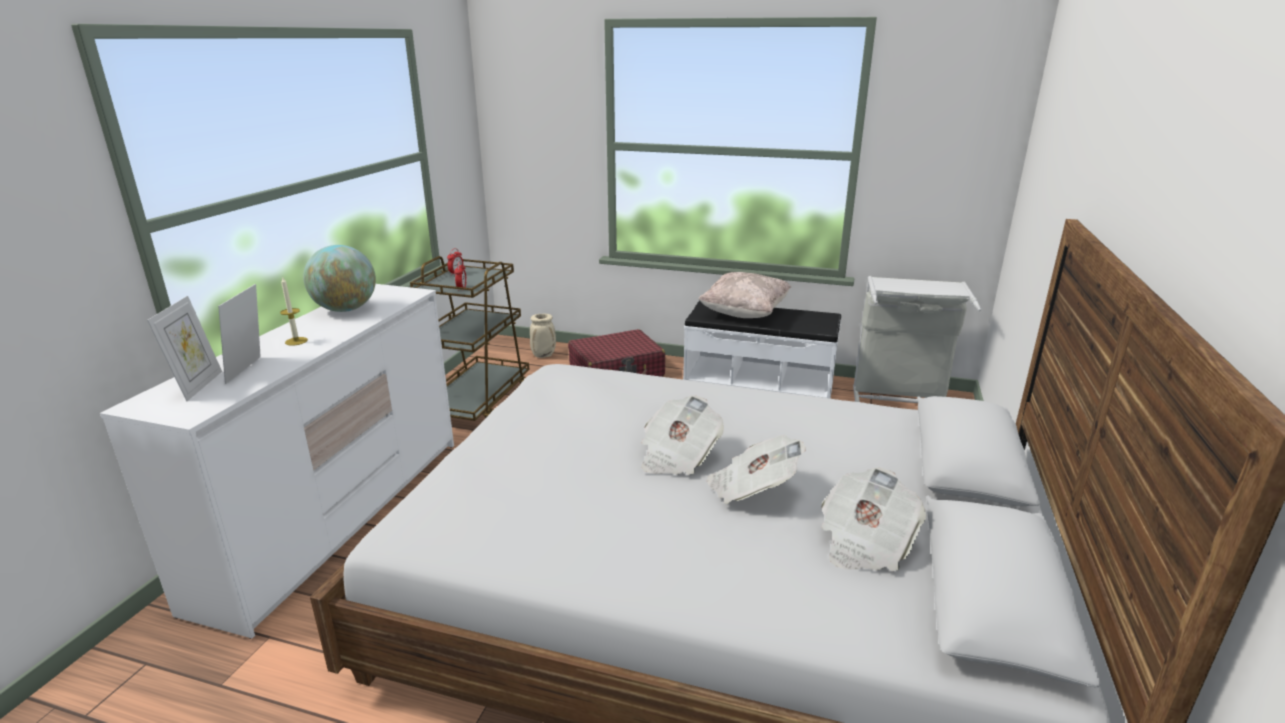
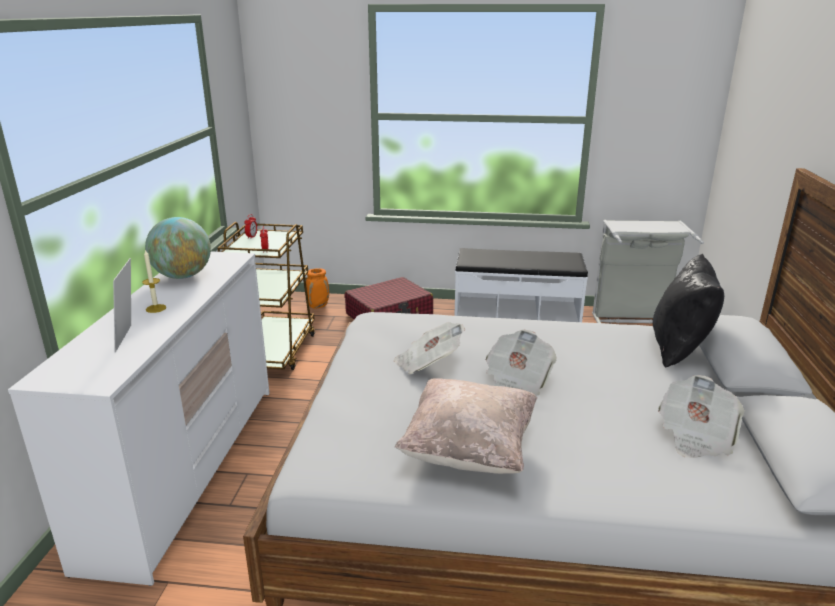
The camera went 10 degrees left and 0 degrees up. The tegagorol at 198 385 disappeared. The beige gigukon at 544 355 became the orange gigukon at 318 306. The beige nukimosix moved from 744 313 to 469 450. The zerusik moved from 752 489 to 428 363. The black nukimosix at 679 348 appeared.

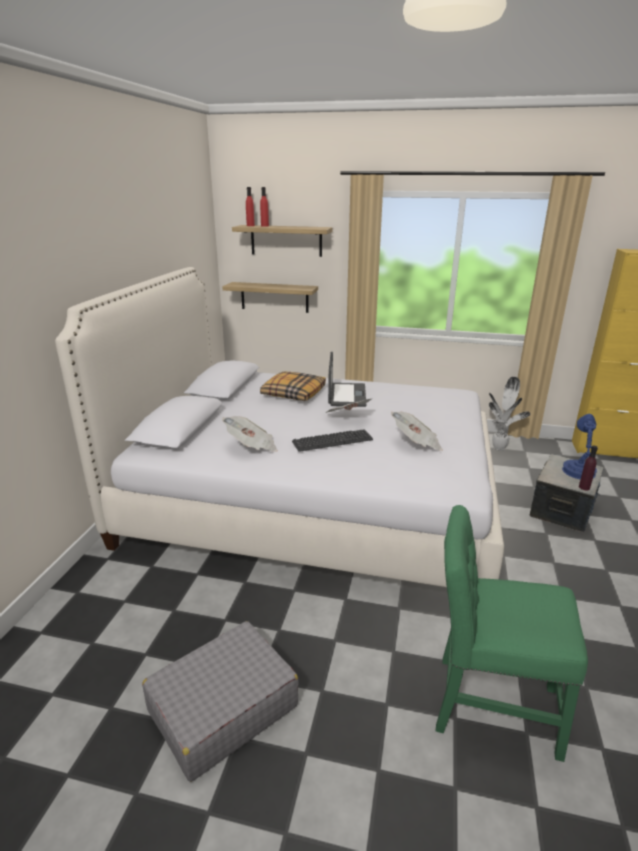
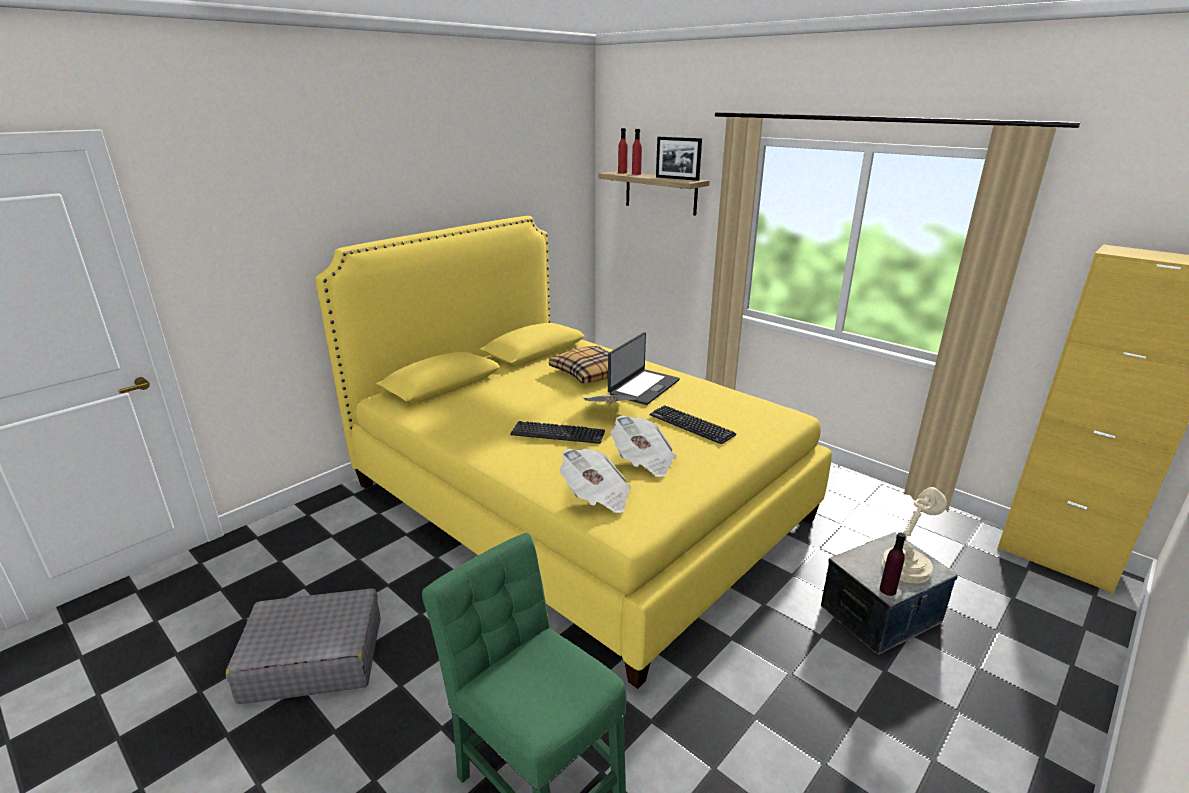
The camera went 30 degrees right and 0 degrees up. The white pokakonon at 312 502 became the yellow pokakonon at 575 501. The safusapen at 274 297 disappeared. The zerusik moved from 252 447 to 596 496. The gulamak at 499 447 disappeared. The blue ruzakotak at 578 470 became the beige ruzakotak at 907 565. The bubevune at 691 425 appeared. The tegagorol at 677 178 appeared.

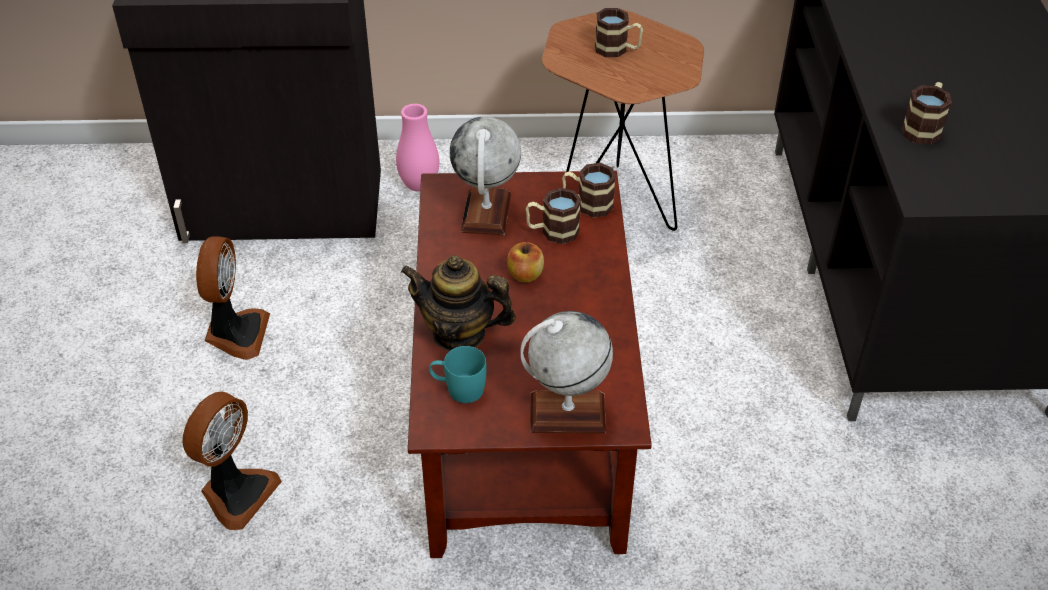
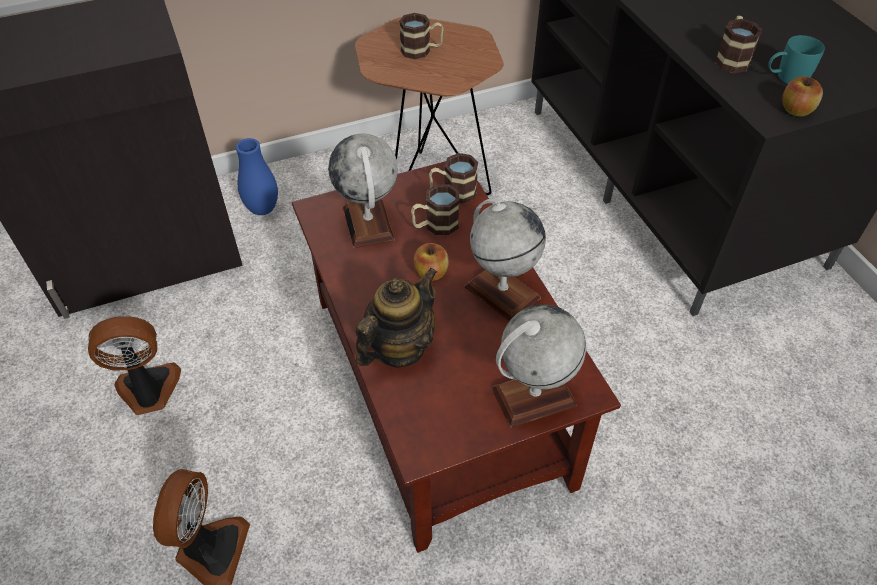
The camera went 20 degrees left and 5 degrees up. The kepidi at 236 333 turned 90 degrees counterclockwise. The pink gigukon at 419 185 became the blue gigukon at 262 209. The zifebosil at 459 334 turned 135 degrees clockwise. The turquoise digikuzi moved from 458 389 to 786 78. The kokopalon at 501 292 appeared. The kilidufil at 796 110 appeared.

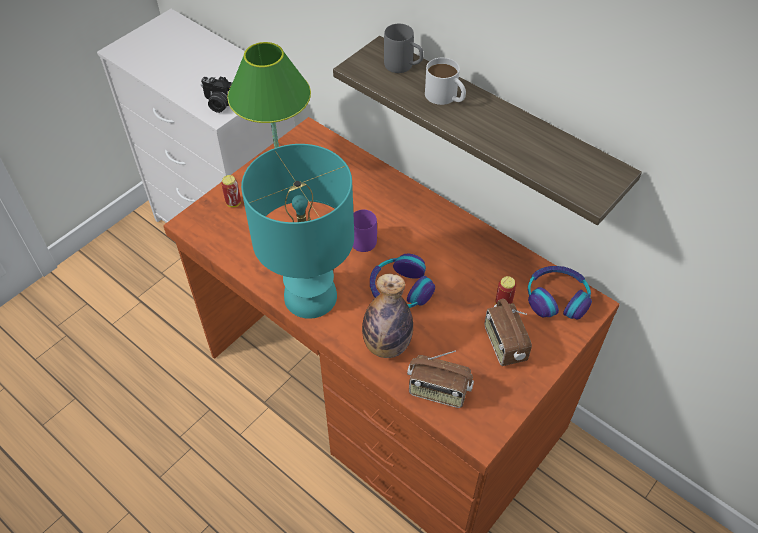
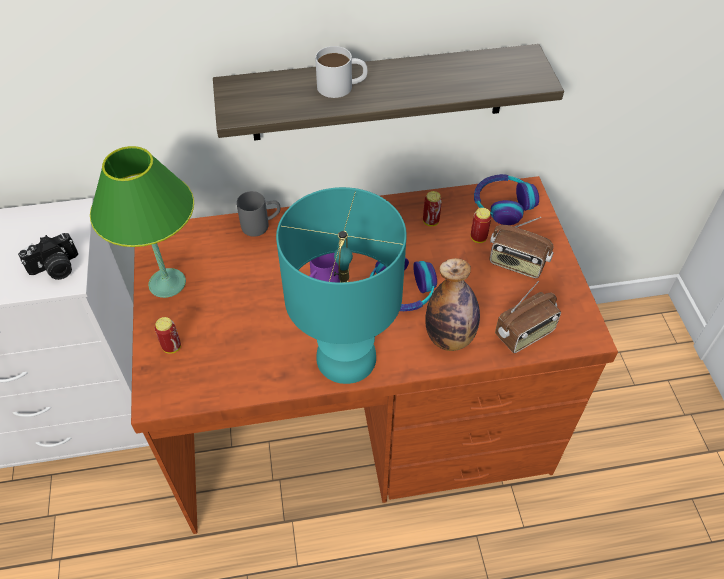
The camera went 50 degrees left and 0 degrees up. The grey digikuzi moved from 404 67 to 261 225. The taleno at 430 221 appeared.

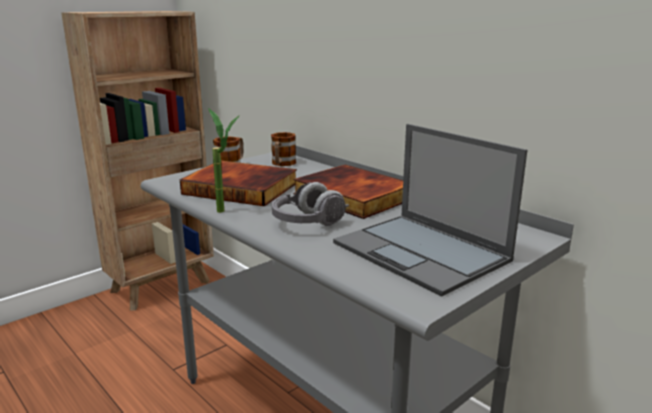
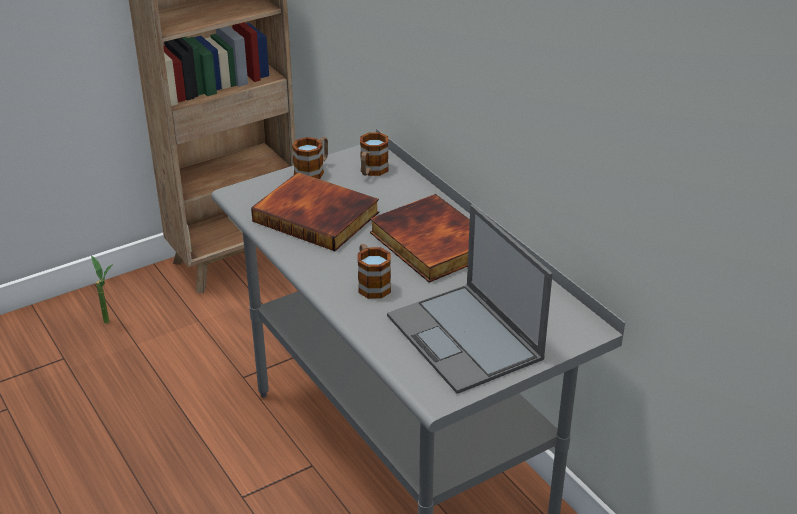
The camera went 10 degrees right and 15 degrees up. The gulamak moved from 227 212 to 111 323. The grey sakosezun at 308 223 was replaced by the digikuzi at 371 284.

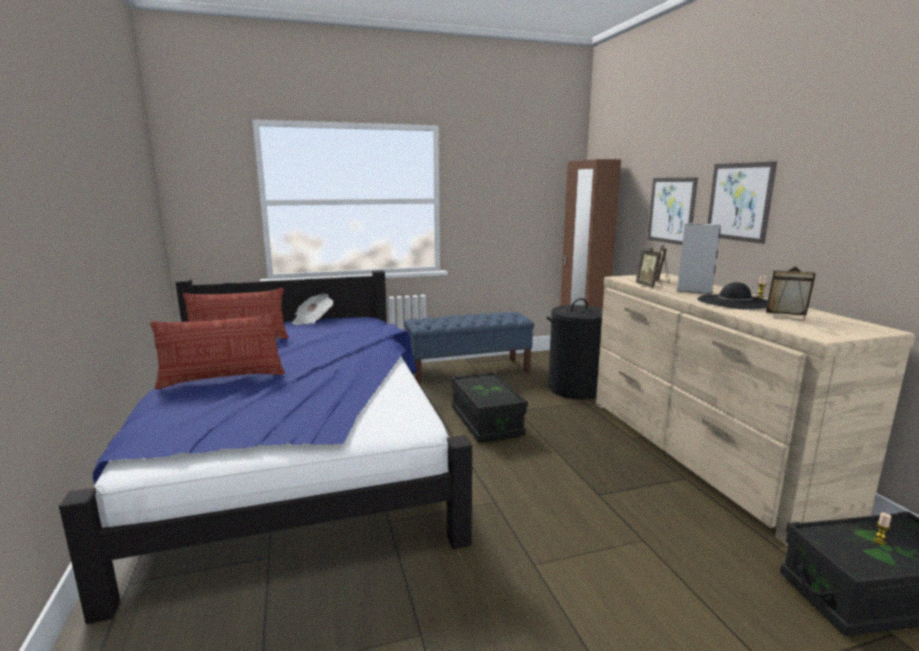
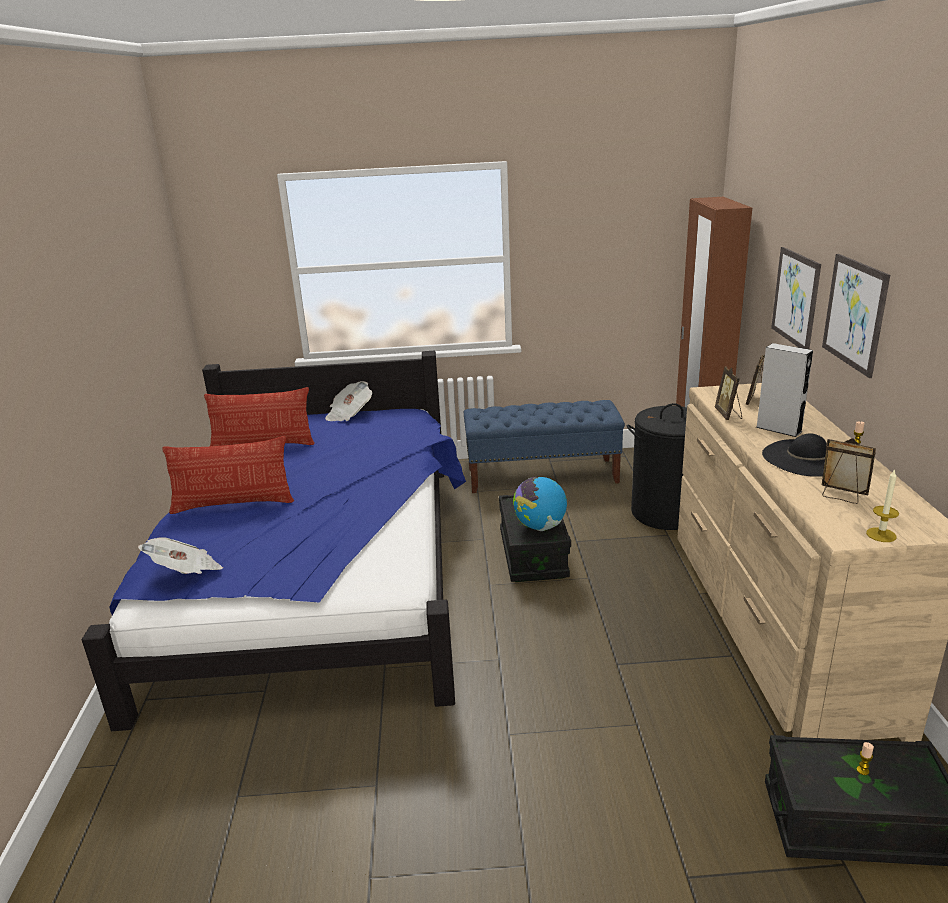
The camera went 15 degrees right and 10 degrees up. The zerusik at 186 572 appeared. The kokopalon at 540 527 appeared. The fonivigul at 881 535 appeared.

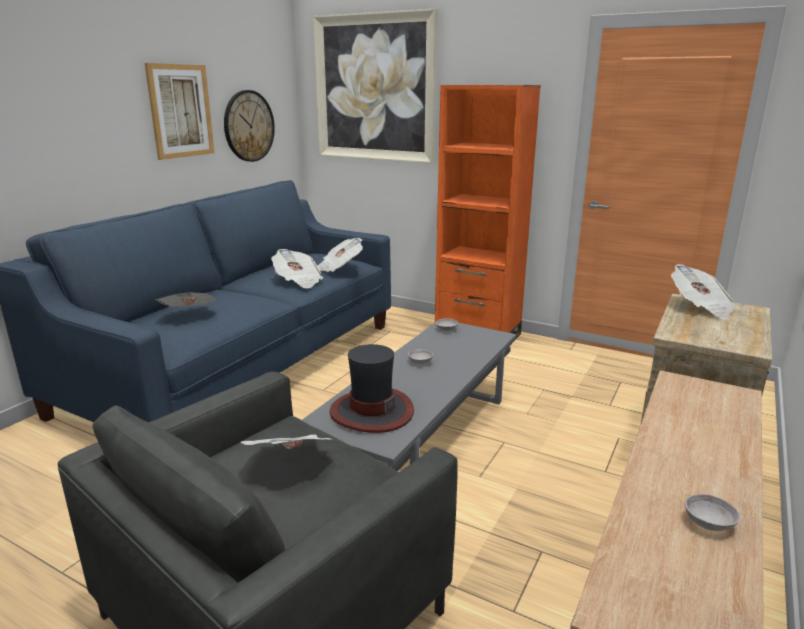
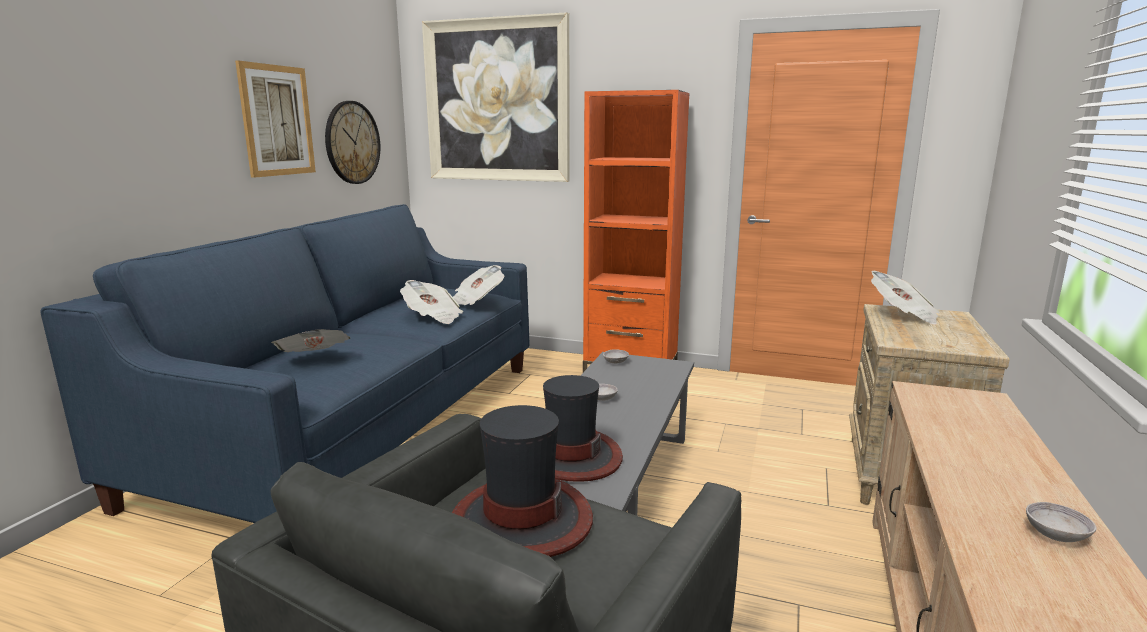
The camera went 10 degrees left and 5 degrees down. The zerusik at 292 461 was replaced by the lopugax at 520 520.

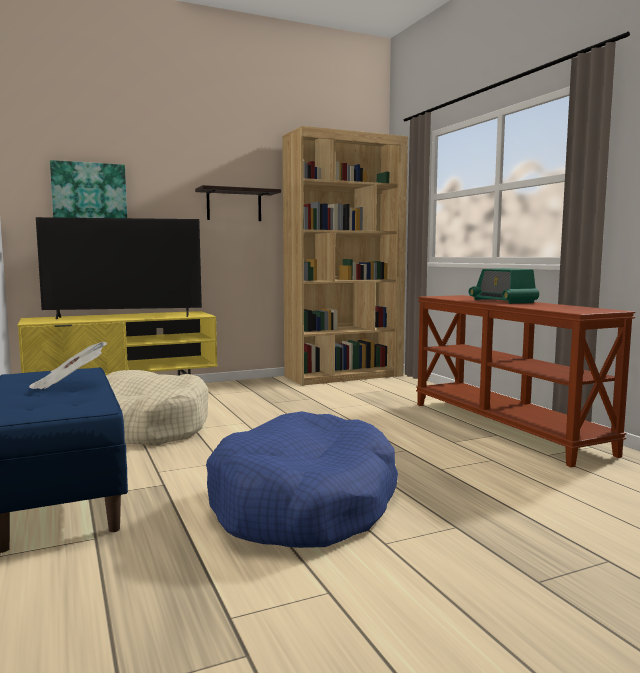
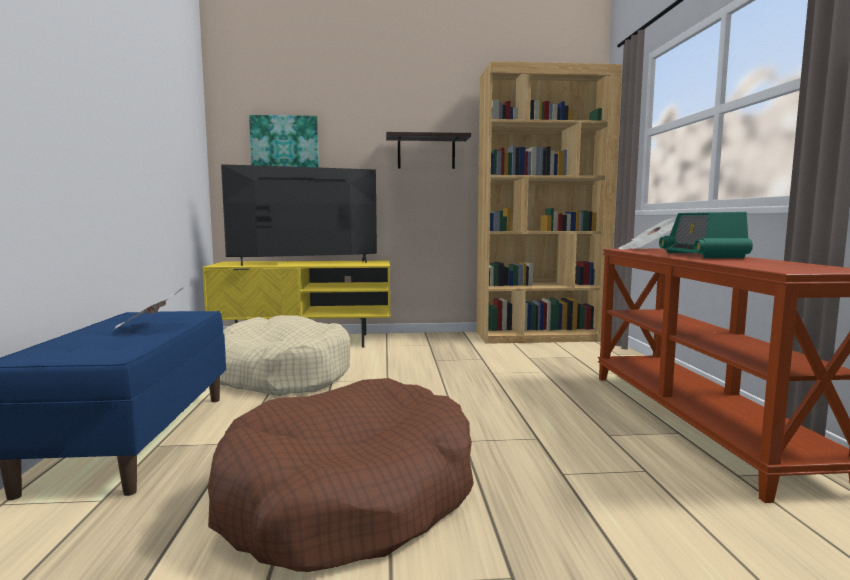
The camera went 20 degrees right and 0 degrees up. The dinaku at 124 317 turned 150 degrees clockwise. The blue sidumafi at 304 504 became the brown sidumafi at 349 497. The zerusik at 650 249 appeared.

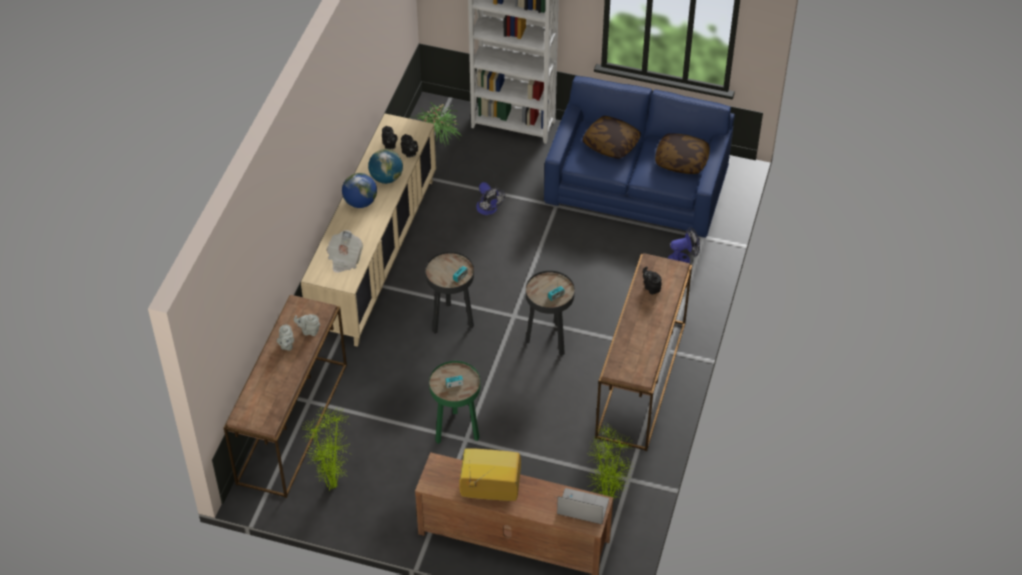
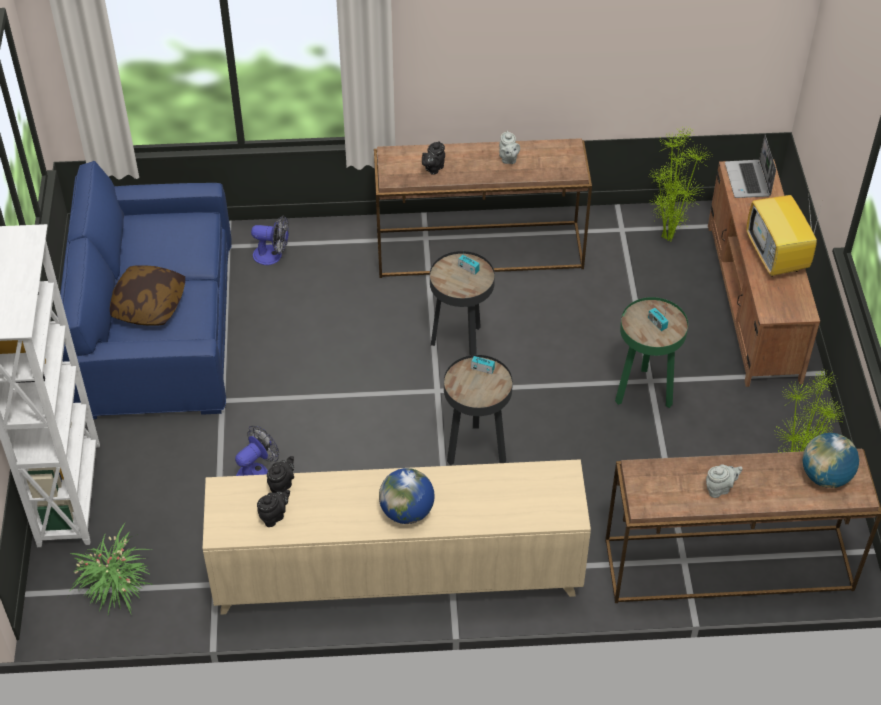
The camera went 110 degrees left and 0 degrees up. The grey zifebosil moved from 309 331 to 508 159. The zerusik at 344 259 disappeared. The kokopalon moved from 386 178 to 825 476. The nukimosix at 681 160 disappeared. The kepidi at 683 259 turned 135 degrees clockwise.

